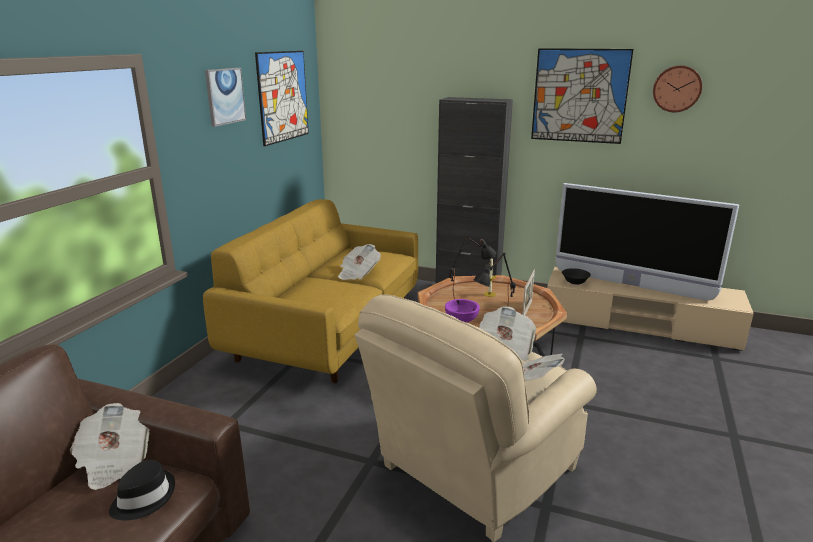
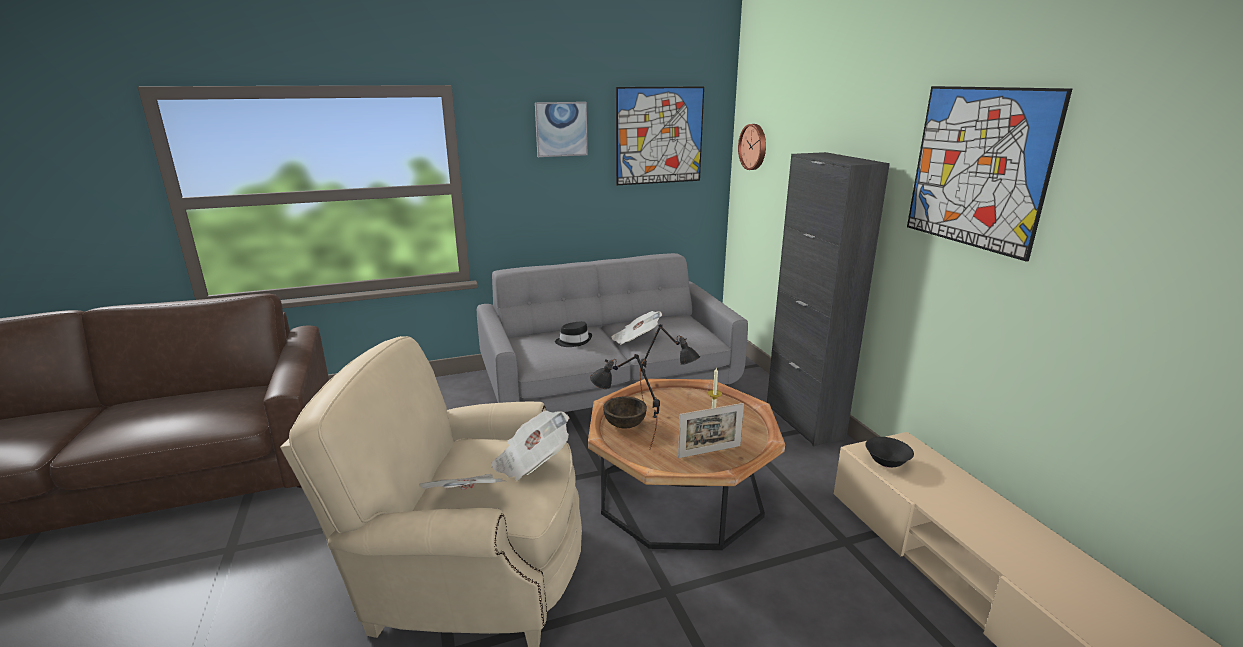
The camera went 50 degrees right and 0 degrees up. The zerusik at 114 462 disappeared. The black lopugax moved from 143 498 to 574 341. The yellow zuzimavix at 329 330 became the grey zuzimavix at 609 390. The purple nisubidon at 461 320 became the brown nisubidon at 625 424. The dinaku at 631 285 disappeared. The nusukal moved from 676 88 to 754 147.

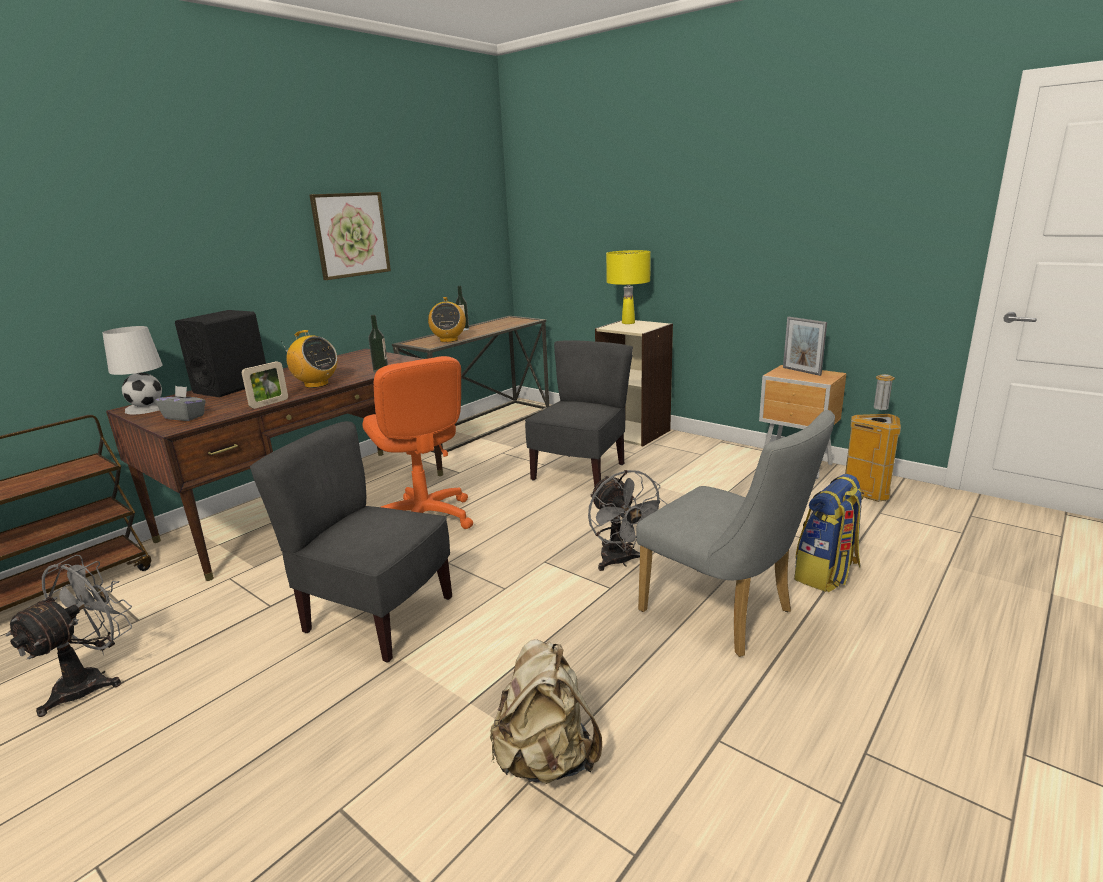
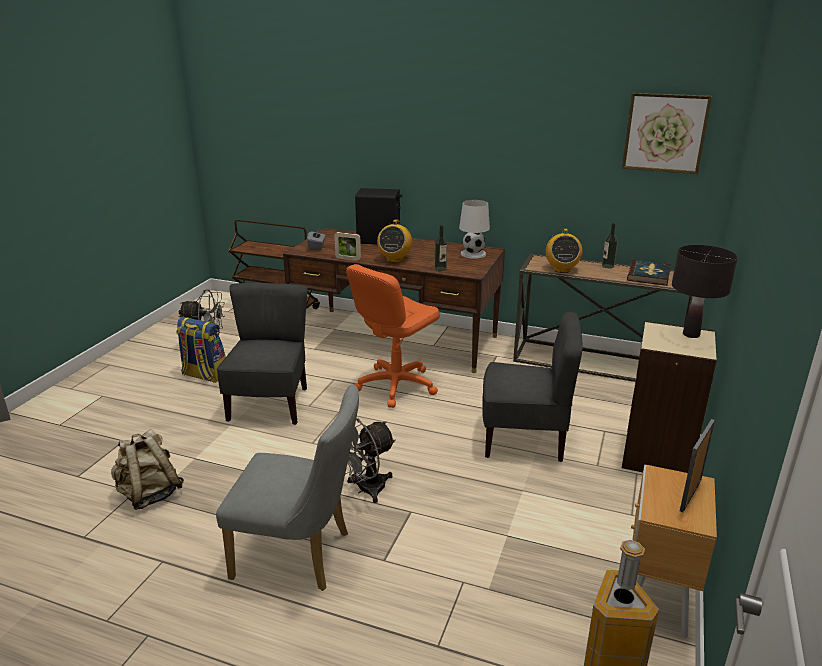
The camera went 70 degrees right and 5 degrees up. The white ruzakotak moved from 147 408 to 473 254. The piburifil moved from 351 235 to 665 133. The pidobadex at 448 340 turned 60 degrees counterclockwise. The yellow ruzakotak at 628 323 became the black ruzakotak at 691 334. The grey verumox at 725 615 turned 105 degrees counterclockwise. The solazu moved from 826 574 to 204 375. The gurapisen at 649 275 appeared.

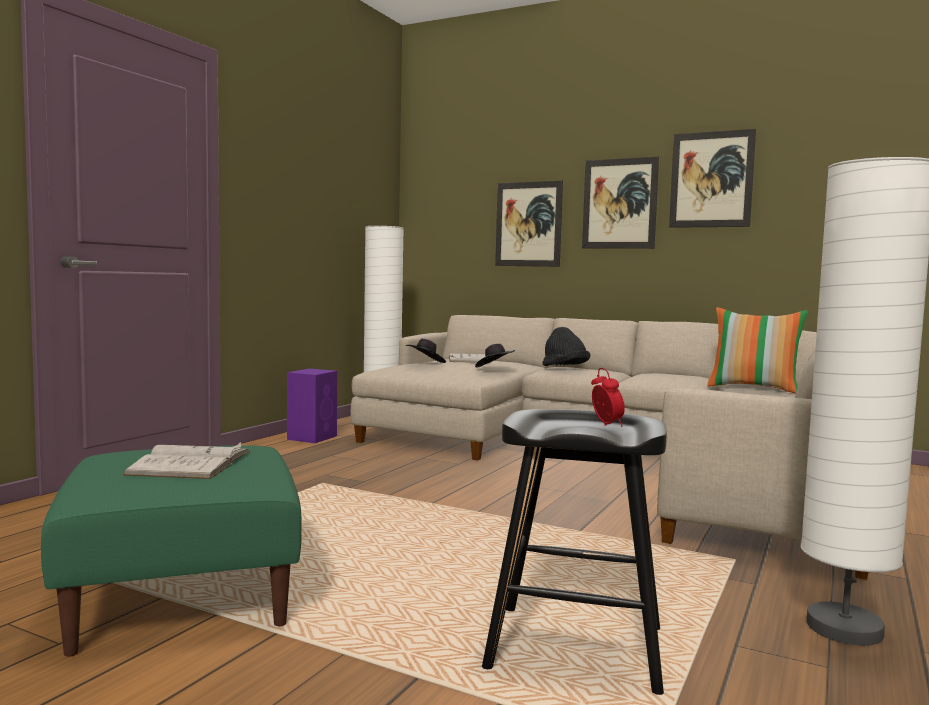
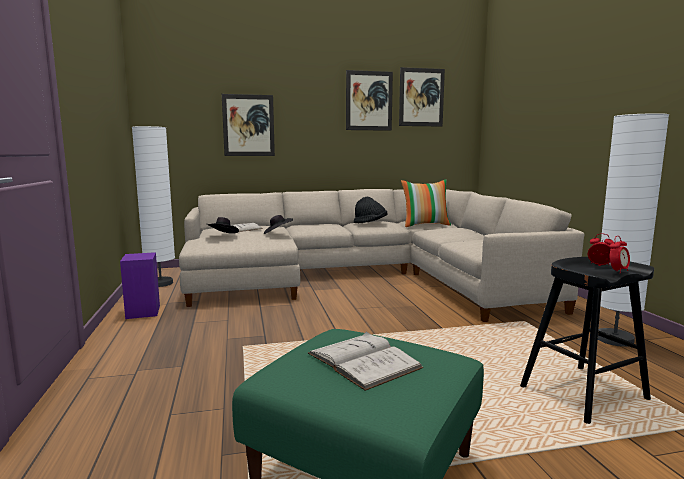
The camera went 40 degrees left and 5 degrees up. The black lopugax moved from 565 368 to 370 223. The piburifil moved from 619 203 to 421 97. The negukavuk at 617 271 appeared.

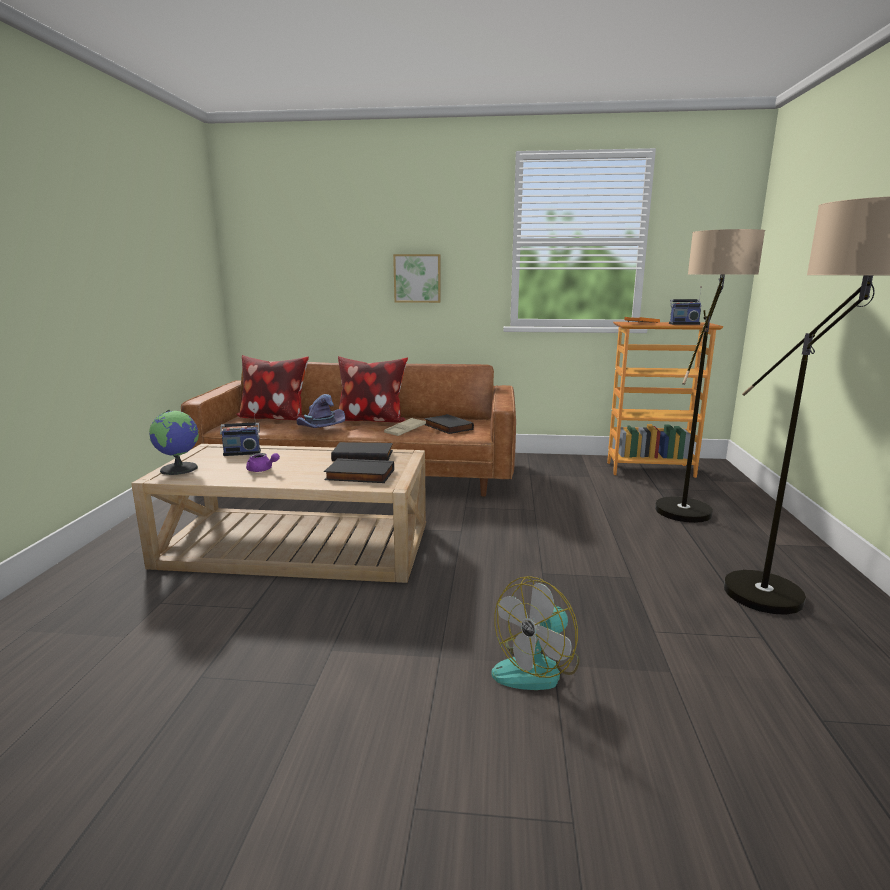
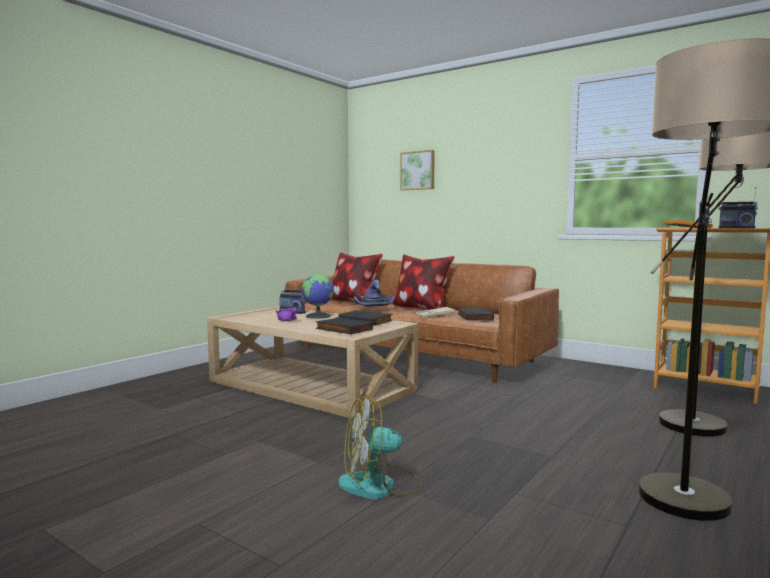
The camera went 30 degrees right and 10 degrees down. The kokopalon moved from 179 468 to 318 316. The piburifil moved from 417 278 to 418 170.

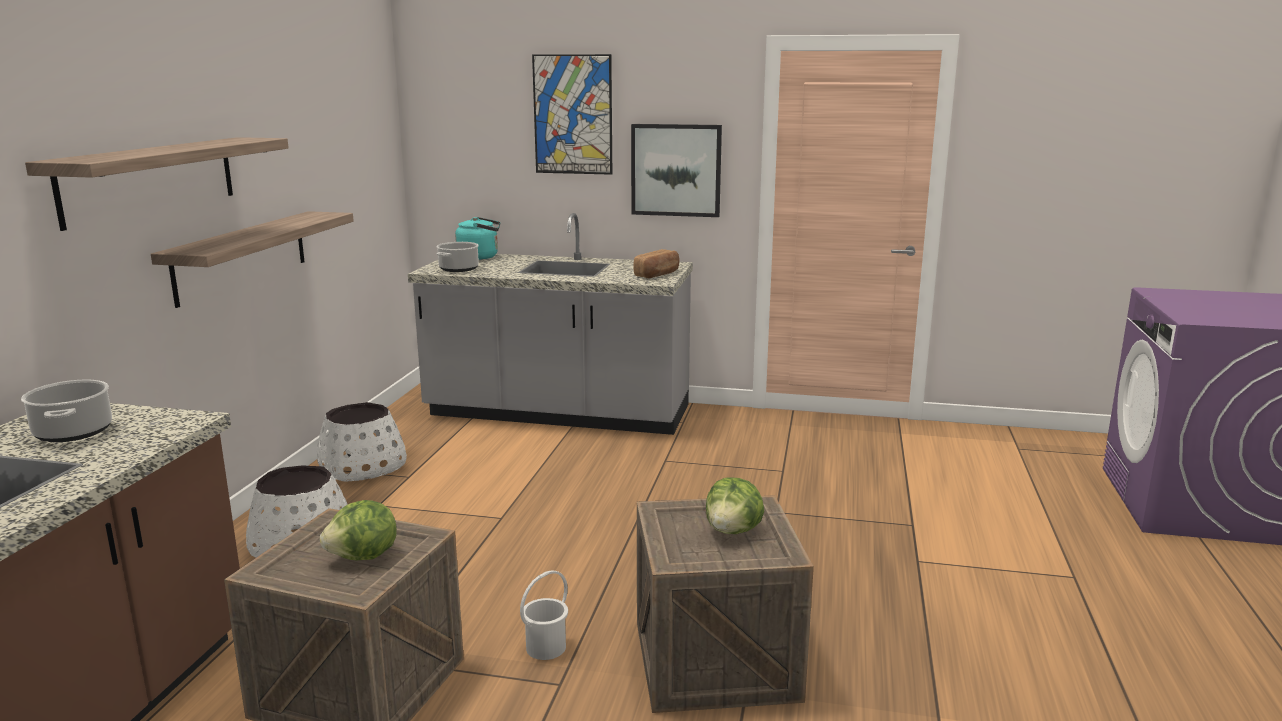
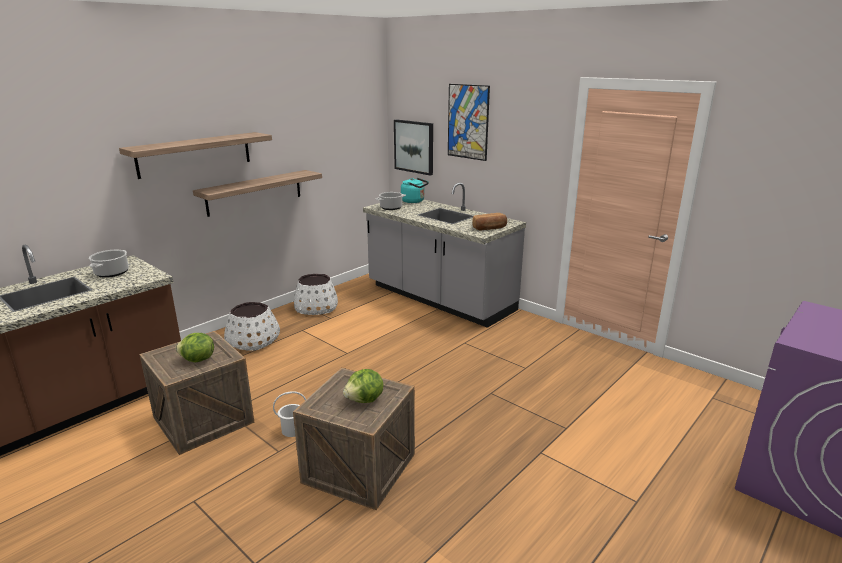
The camera went 30 degrees right and 5 degrees up. The piburifil moved from 676 170 to 414 146.

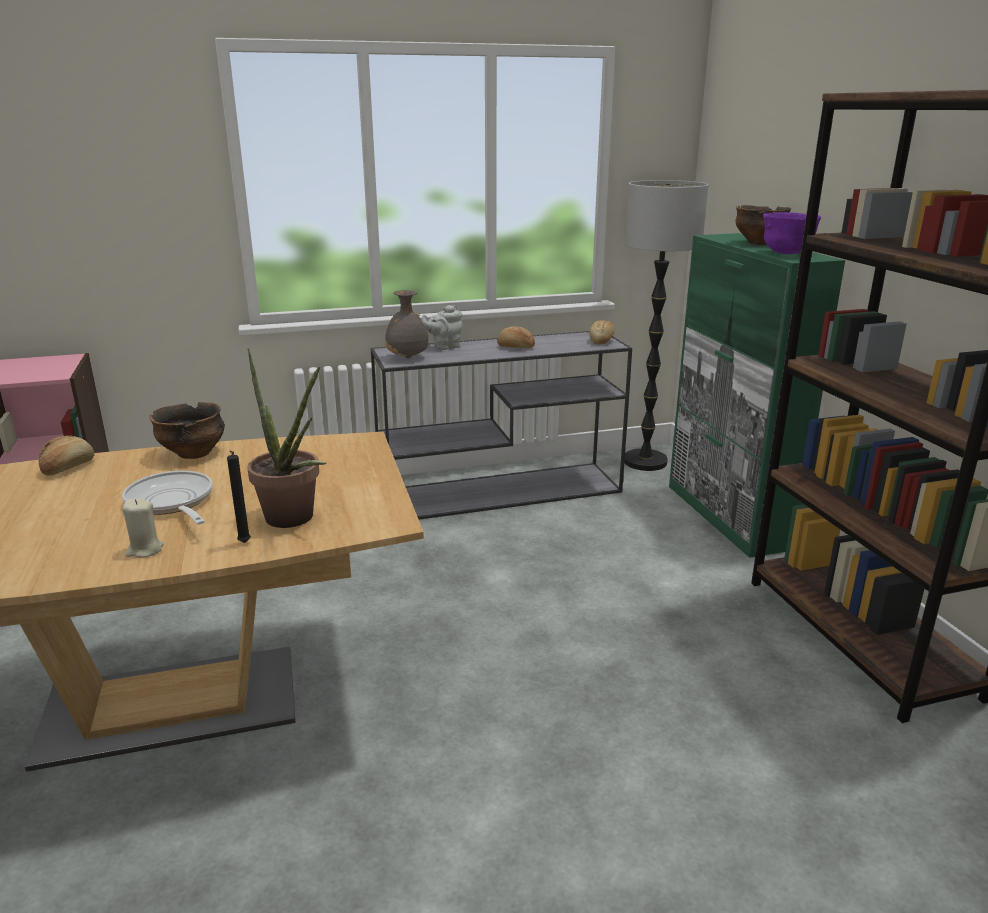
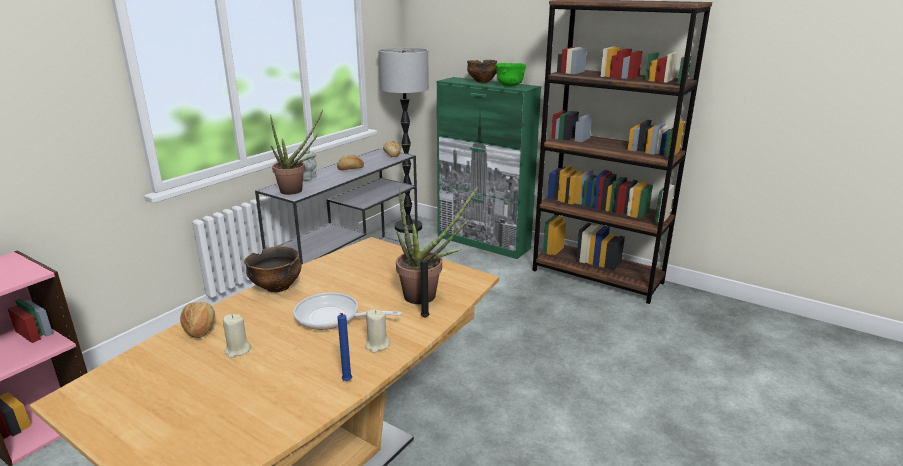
The camera went 40 degrees left and 0 degrees up. The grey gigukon at 408 358 was replaced by the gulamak at 296 190. The purple nisubidon at 786 253 became the green nisubidon at 509 86. The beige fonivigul at 237 350 appeared. The blue fonivigul at 346 382 appeared.

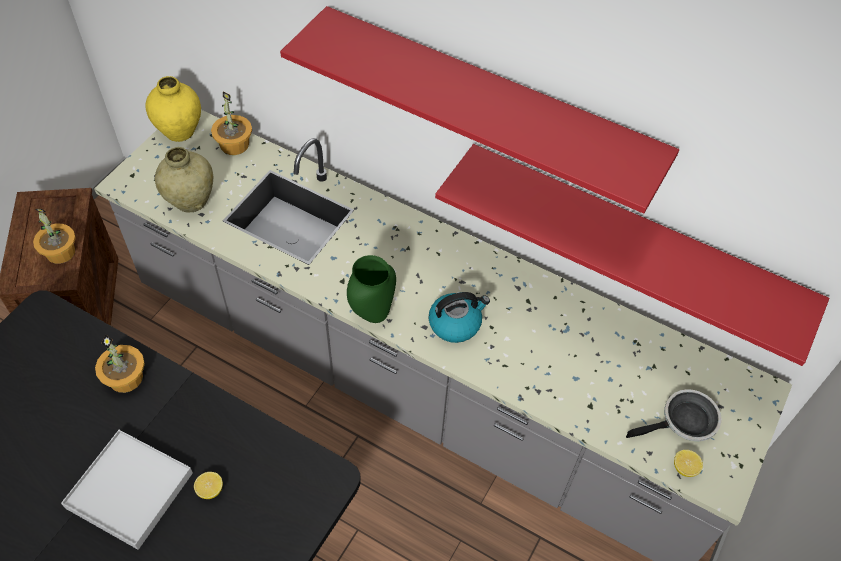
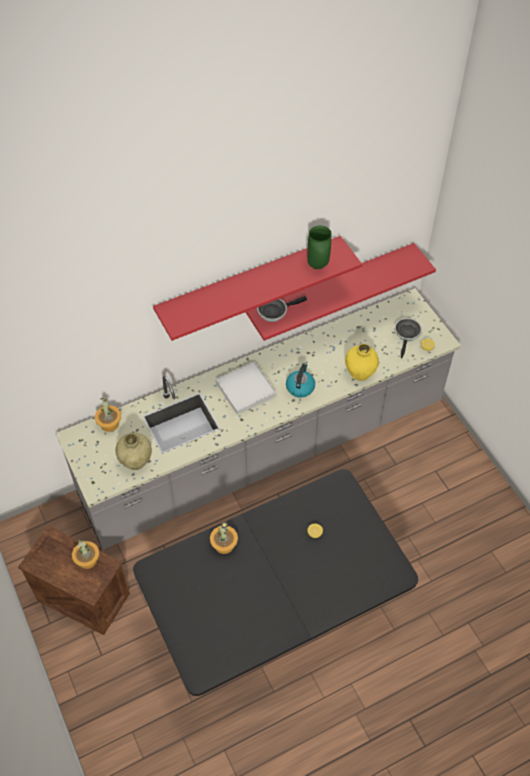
The camera went 55 degrees left and 0 degrees up. The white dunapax moved from 130 490 to 246 389. The yellow gigukon moved from 180 132 to 360 374. The green gigukon moved from 373 315 to 318 265. The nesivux at 274 311 appeared.

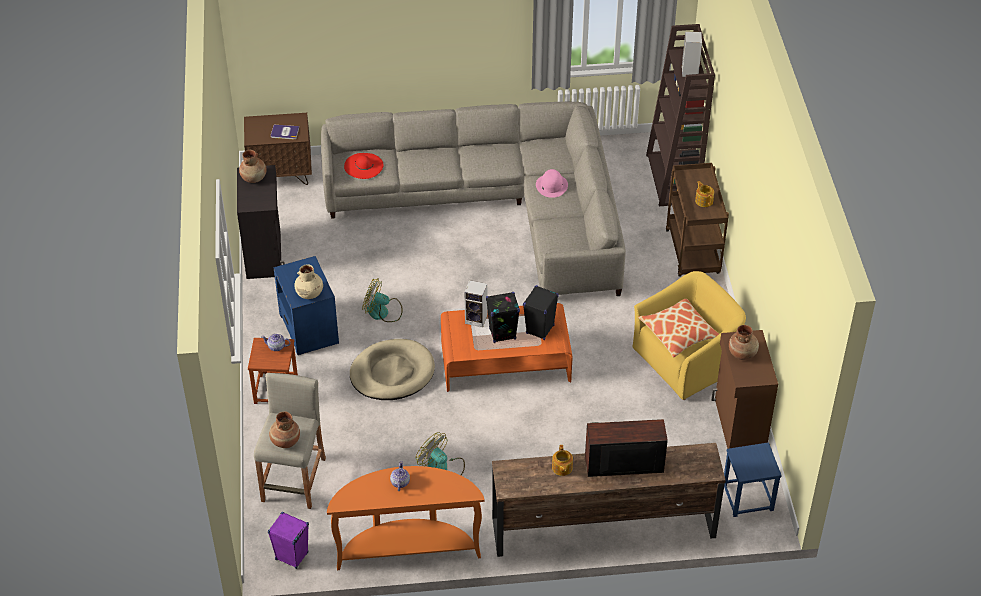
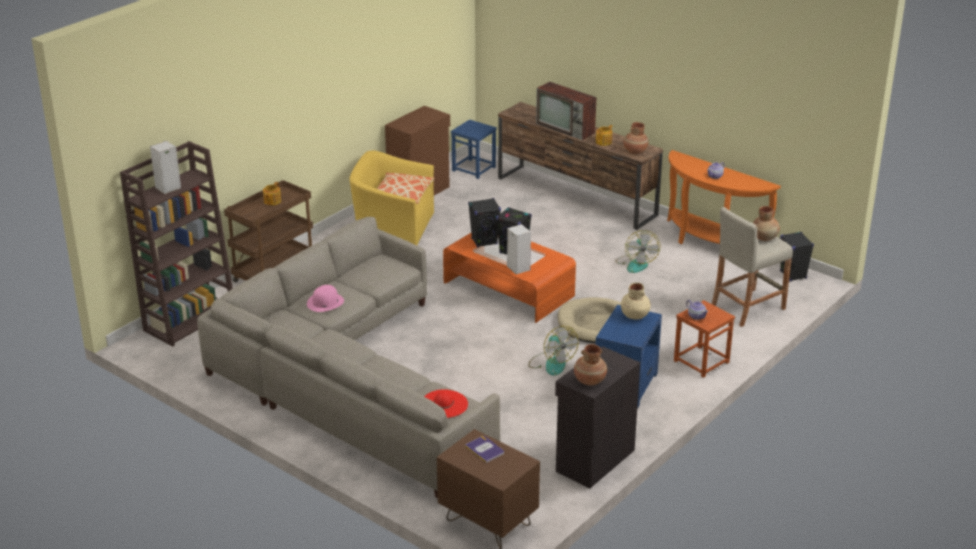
The camera went 135 degrees left and 15 degrees down. The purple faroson at 291 556 became the black faroson at 793 275. The brown gigukon moved from 742 353 to 635 151.

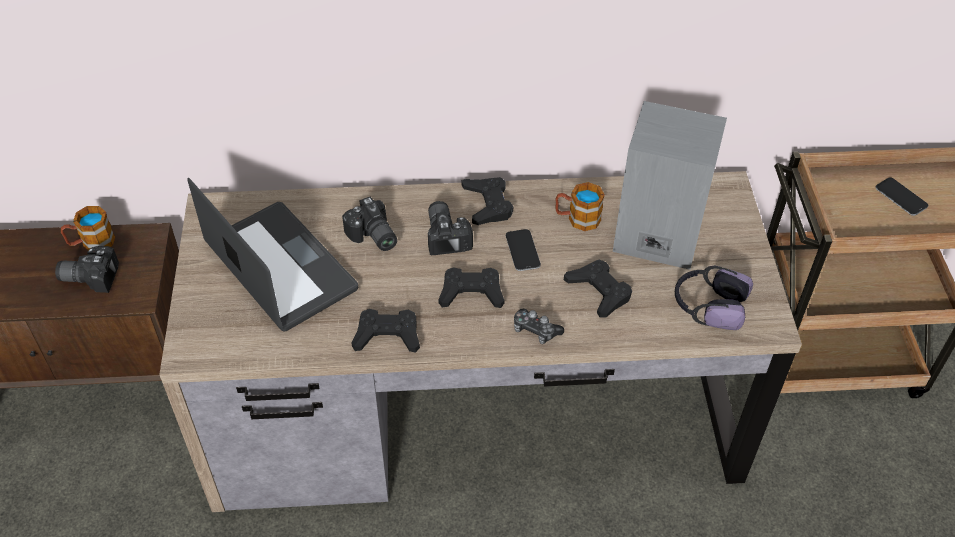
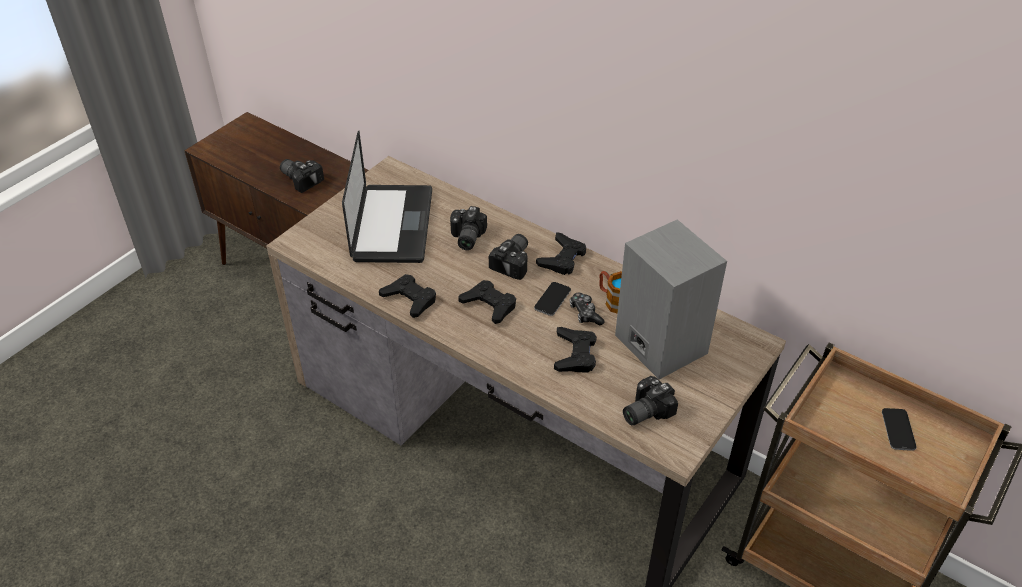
The camera went 40 degrees right and 5 degrees down. The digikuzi at 91 243 disappeared. The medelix moved from 535 330 to 585 313. The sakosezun at 708 306 was replaced by the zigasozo at 644 410.

